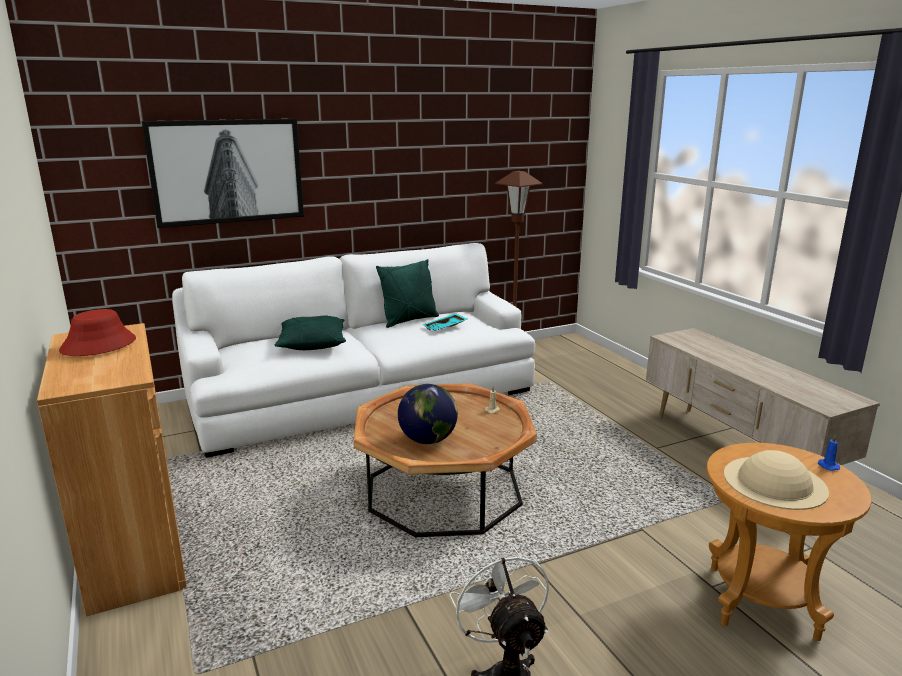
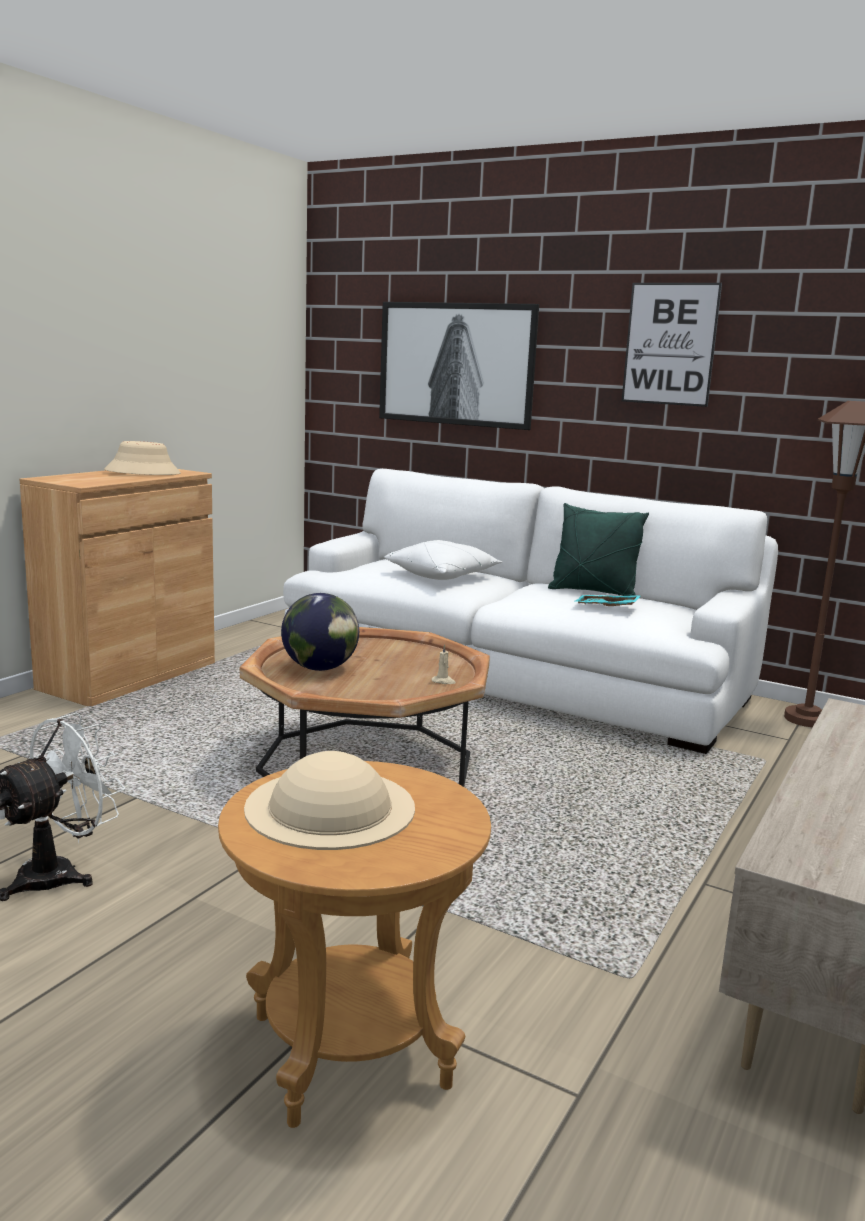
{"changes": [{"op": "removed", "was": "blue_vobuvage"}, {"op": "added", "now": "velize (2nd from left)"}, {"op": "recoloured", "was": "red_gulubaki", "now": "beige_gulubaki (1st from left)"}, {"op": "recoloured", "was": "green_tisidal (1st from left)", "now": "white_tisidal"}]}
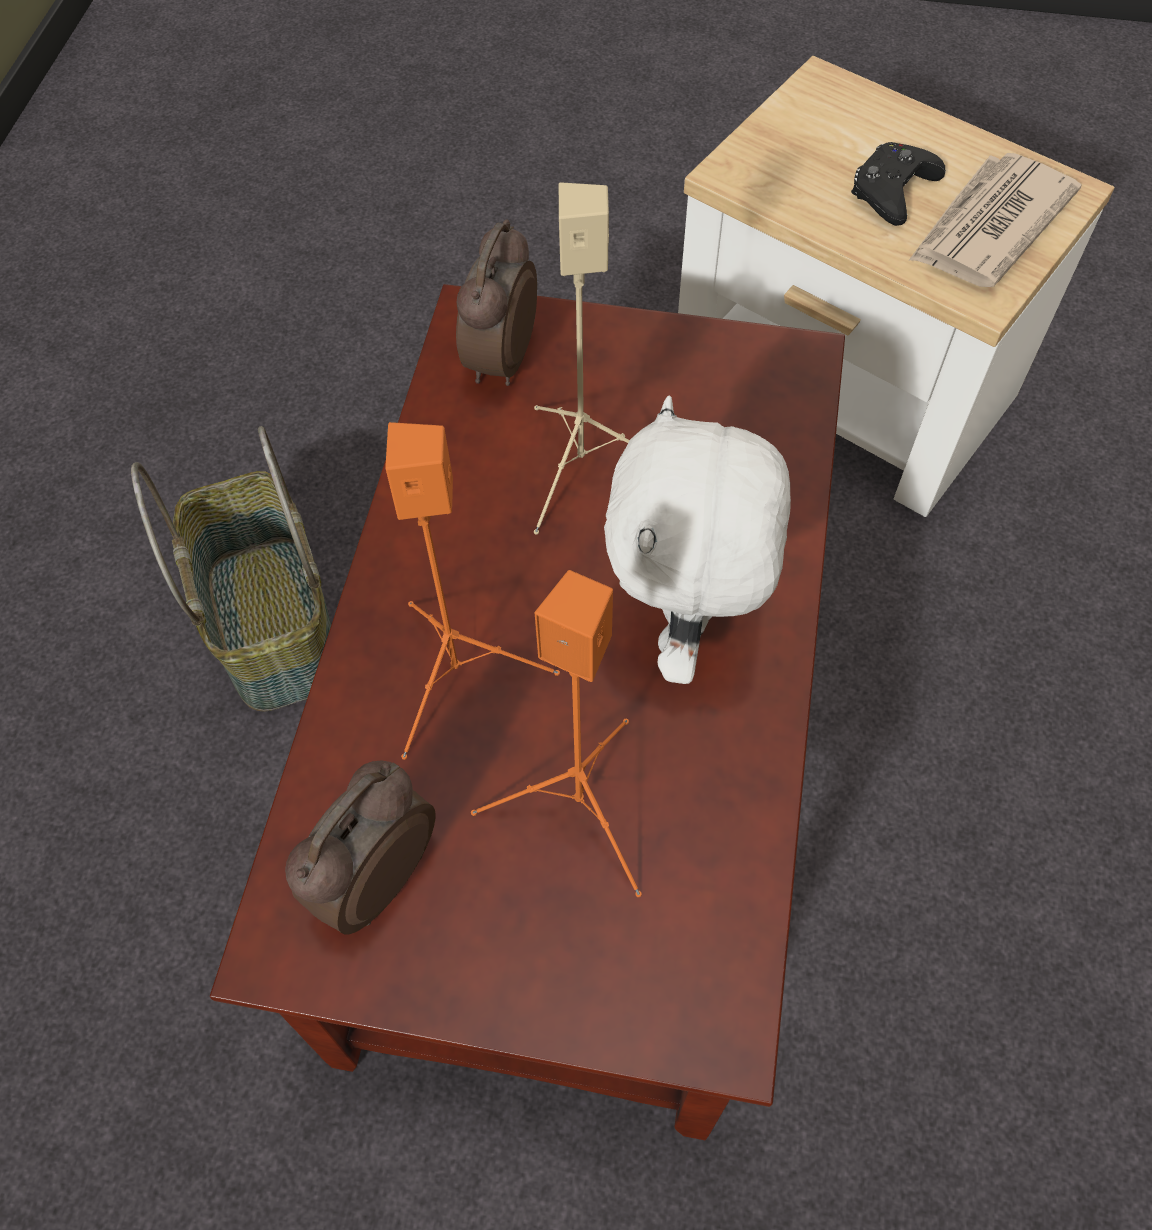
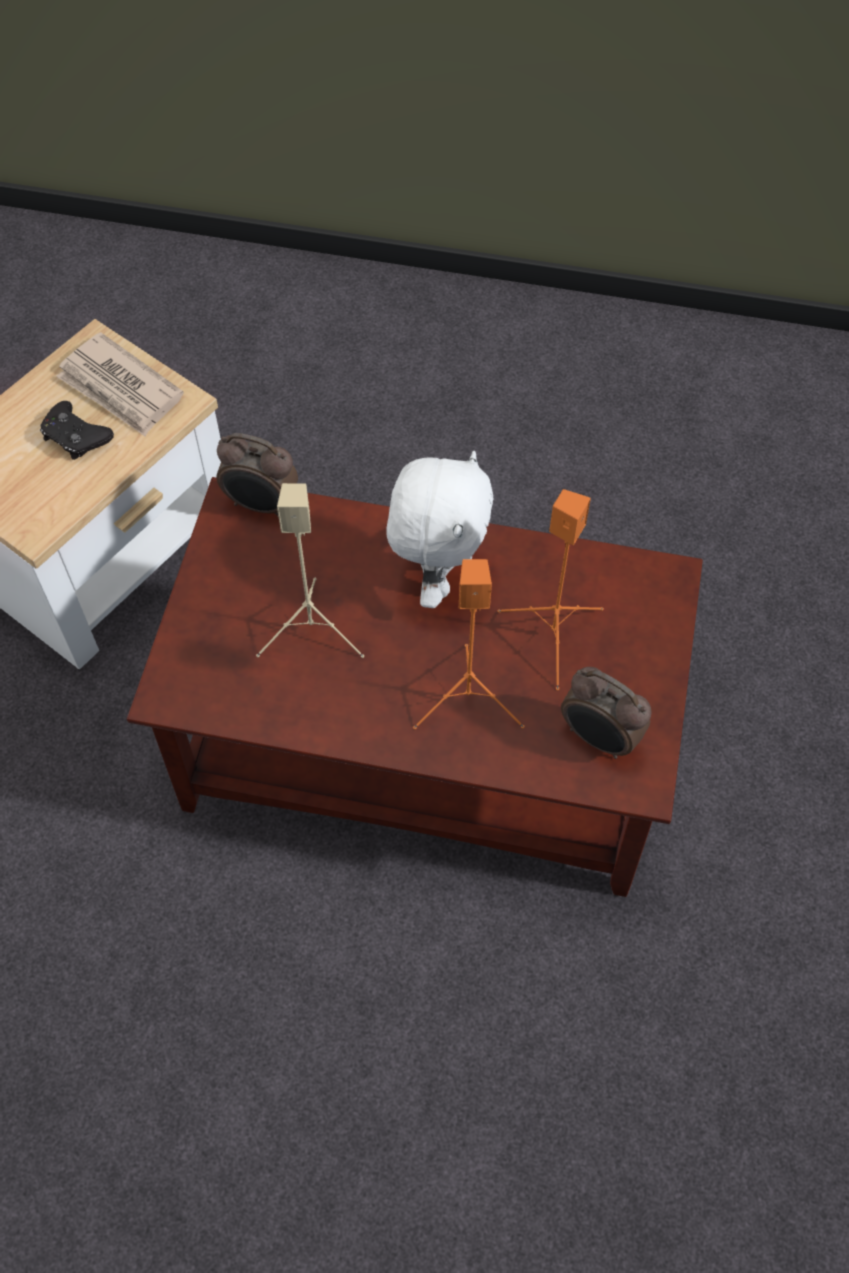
{"changes": [{"op": "removed", "was": "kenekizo"}, {"op": "moved", "was": "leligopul (2nd from left in the first image)", "now": "leligopul (1st from left)"}, {"op": "turned", "was": "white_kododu", "clockwise": -90}]}
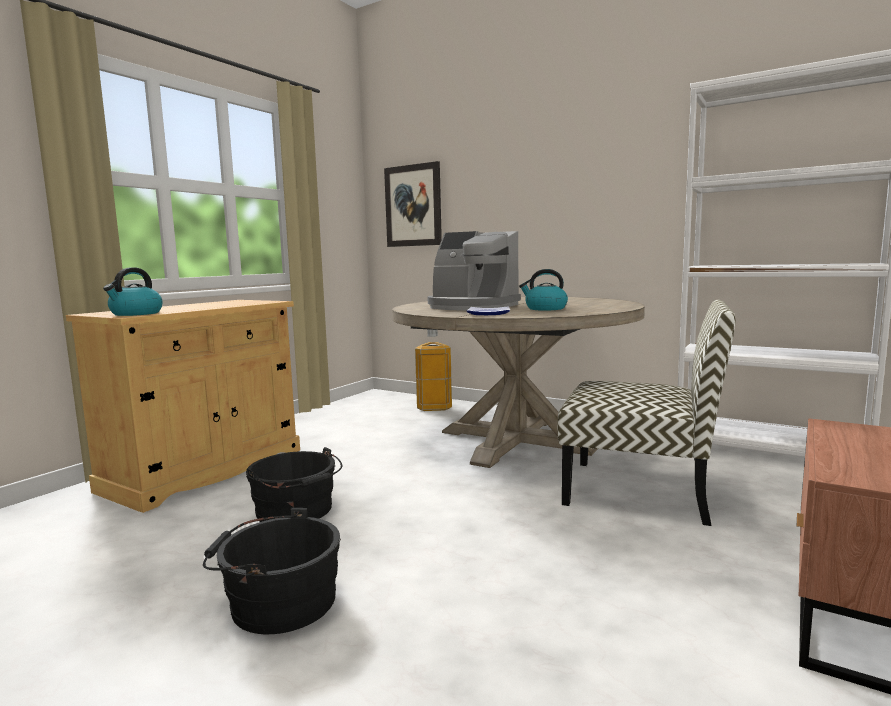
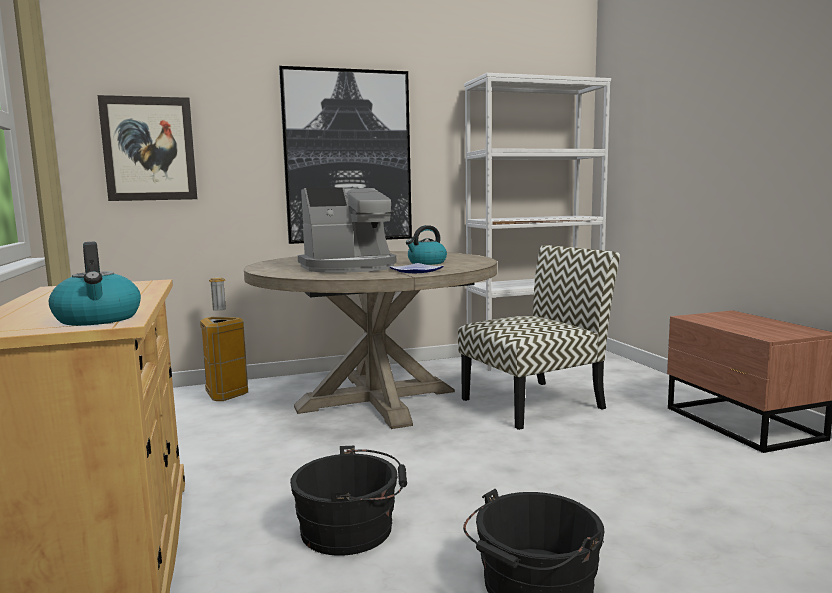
{"changes": [{"op": "added", "now": "velize (2nd from left)"}]}
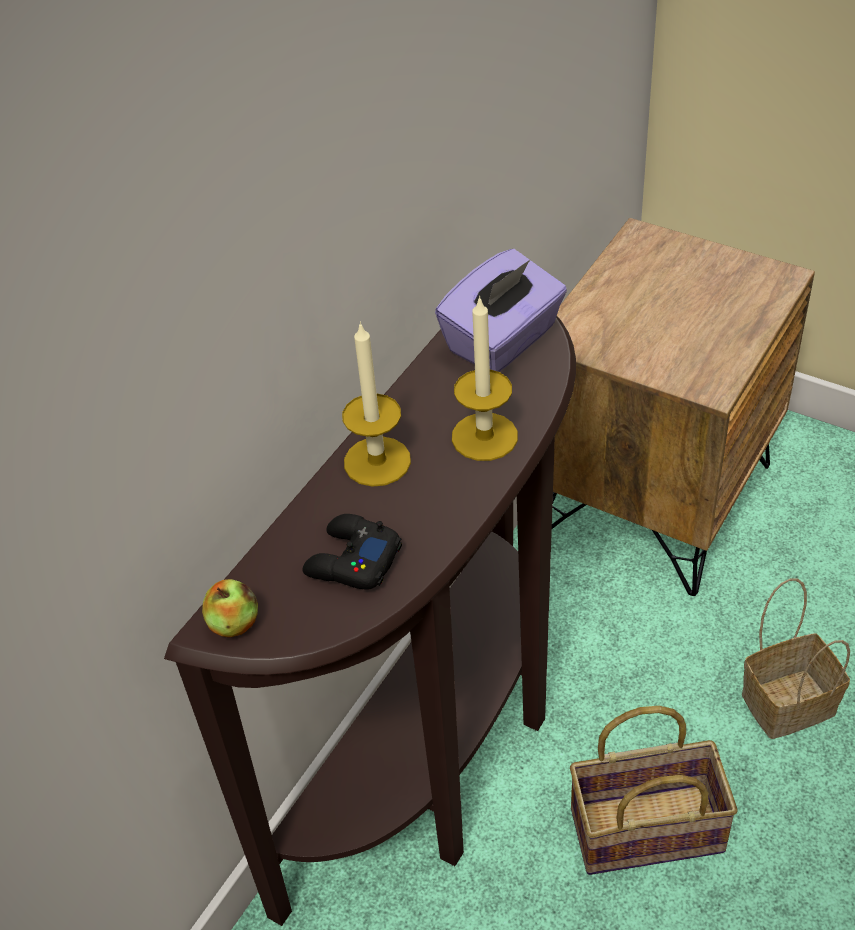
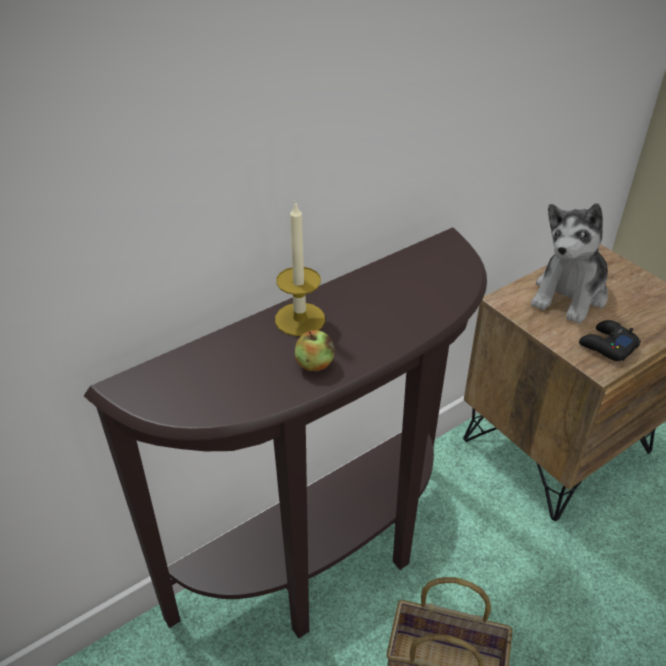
{"changes": [{"op": "removed", "was": "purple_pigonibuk"}, {"op": "removed", "was": "vobuvage (2nd from left)"}, {"op": "removed", "was": "kenekizo (2nd from left)"}, {"op": "added", "now": "kododu"}, {"op": "moved", "was": "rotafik"}, {"op": "moved", "was": "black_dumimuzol"}]}
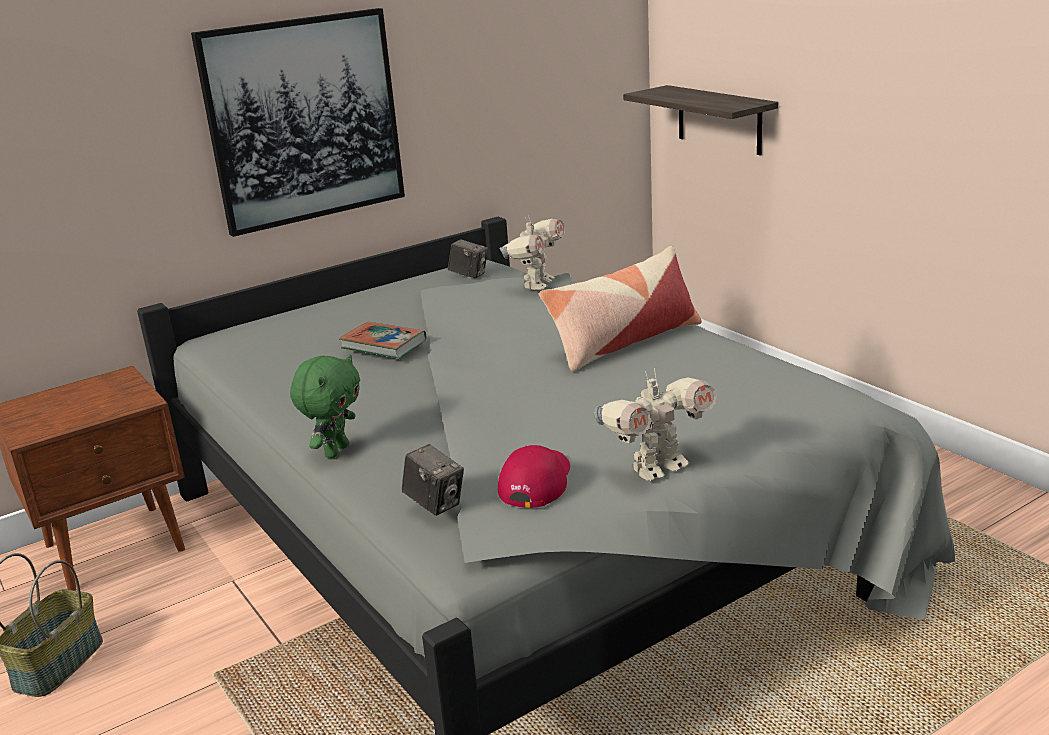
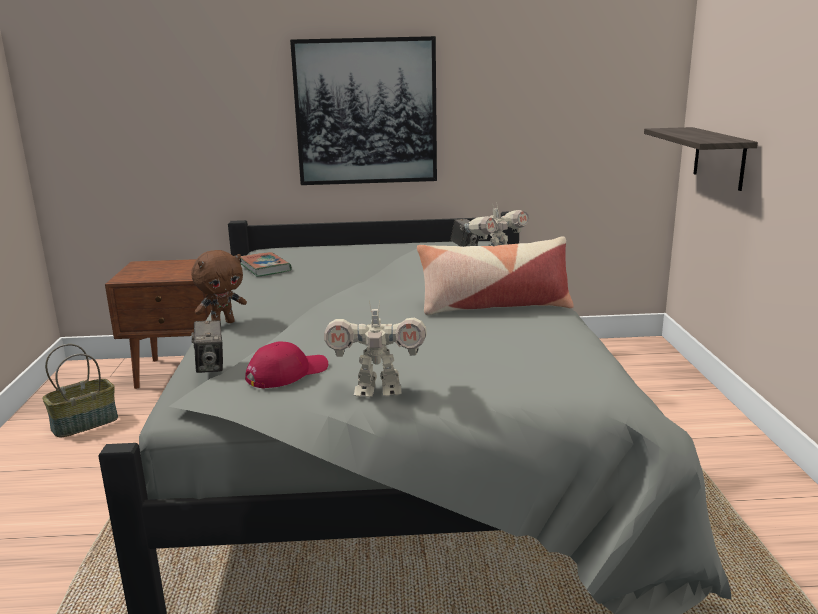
{"changes": [{"op": "moved", "was": "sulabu"}, {"op": "recoloured", "was": "green_kododu", "now": "brown_kododu"}]}
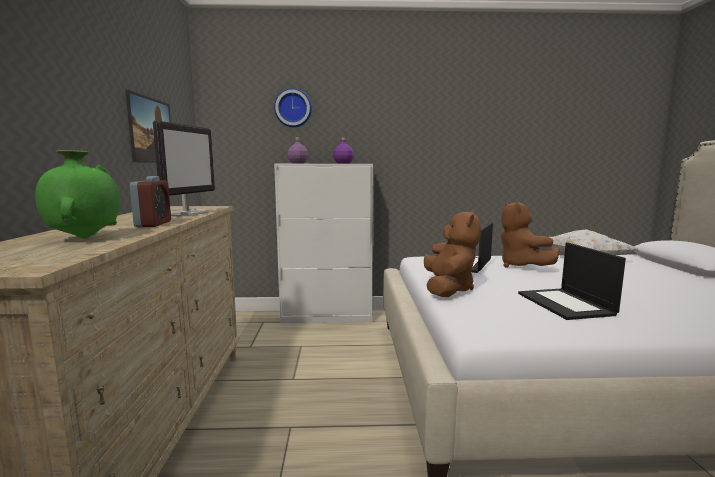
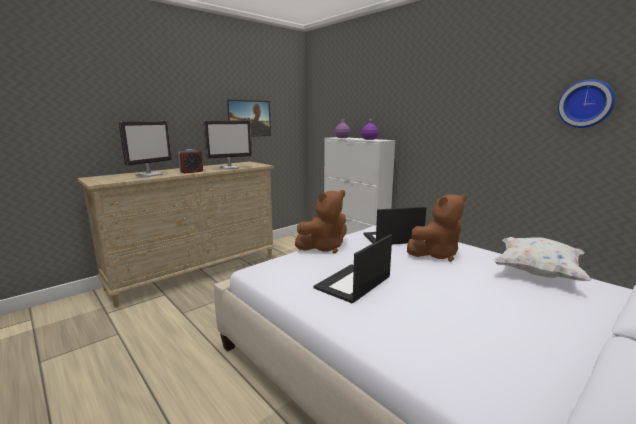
{"changes": [{"op": "moved", "was": "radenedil"}, {"op": "replaced", "was": "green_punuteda", "now": "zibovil (1st from left)"}, {"op": "turned", "was": "brown_kododu (2nd from left)", "clockwise": -150}]}
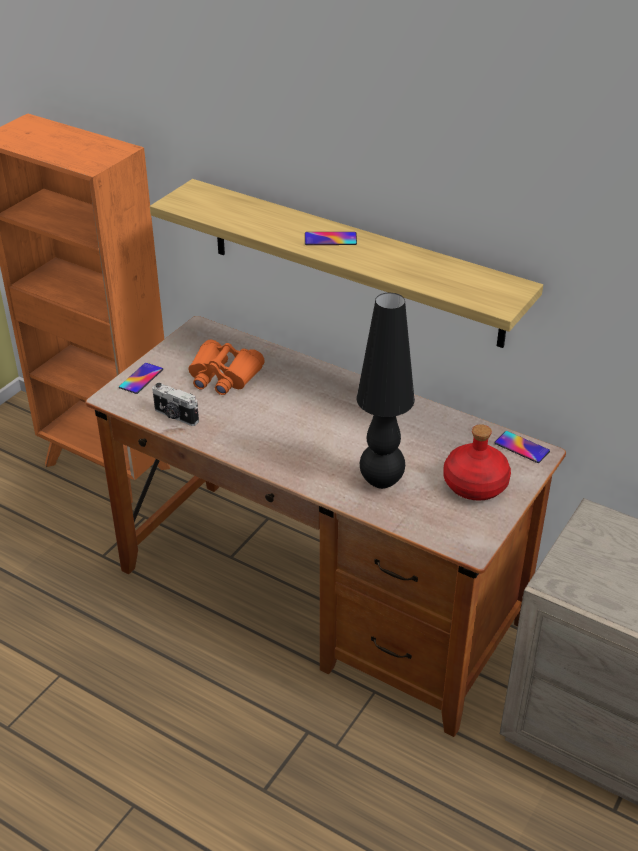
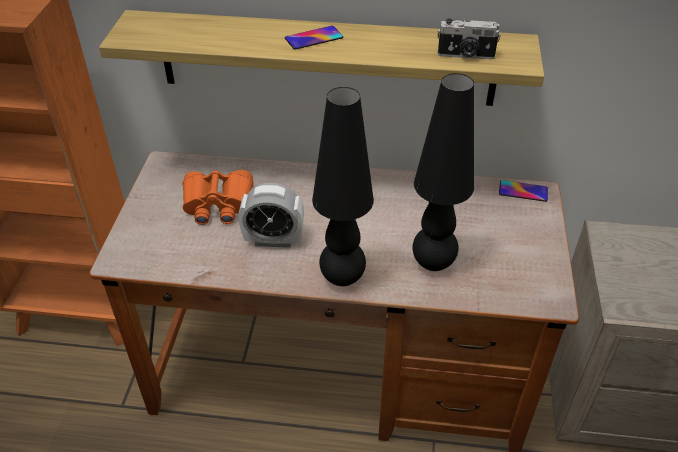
{"changes": [{"op": "removed", "was": "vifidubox (1st from left)"}, {"op": "removed", "was": "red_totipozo"}, {"op": "added", "now": "leligopul"}, {"op": "added", "now": "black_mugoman (1st from left)"}, {"op": "moved", "was": "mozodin"}]}
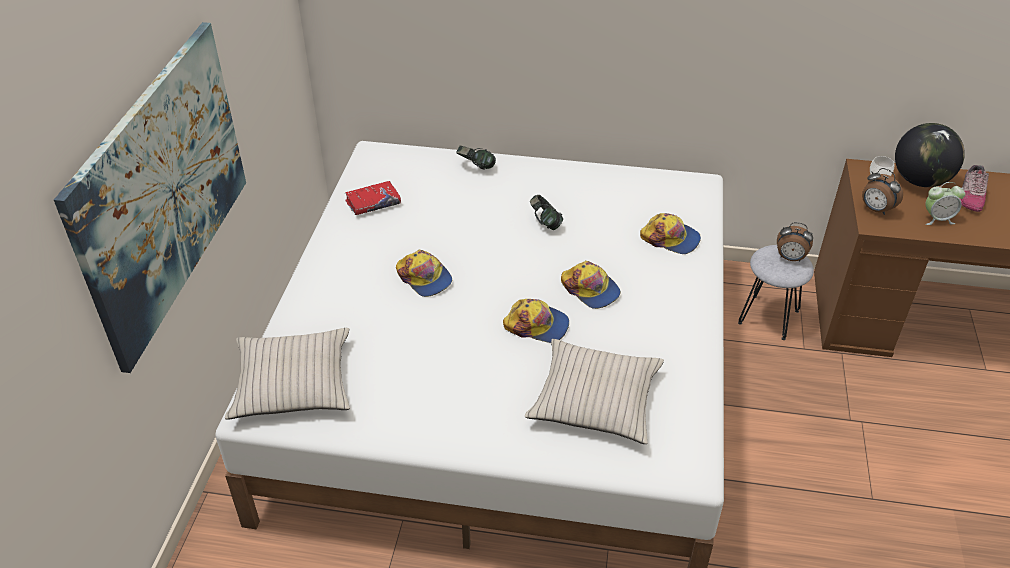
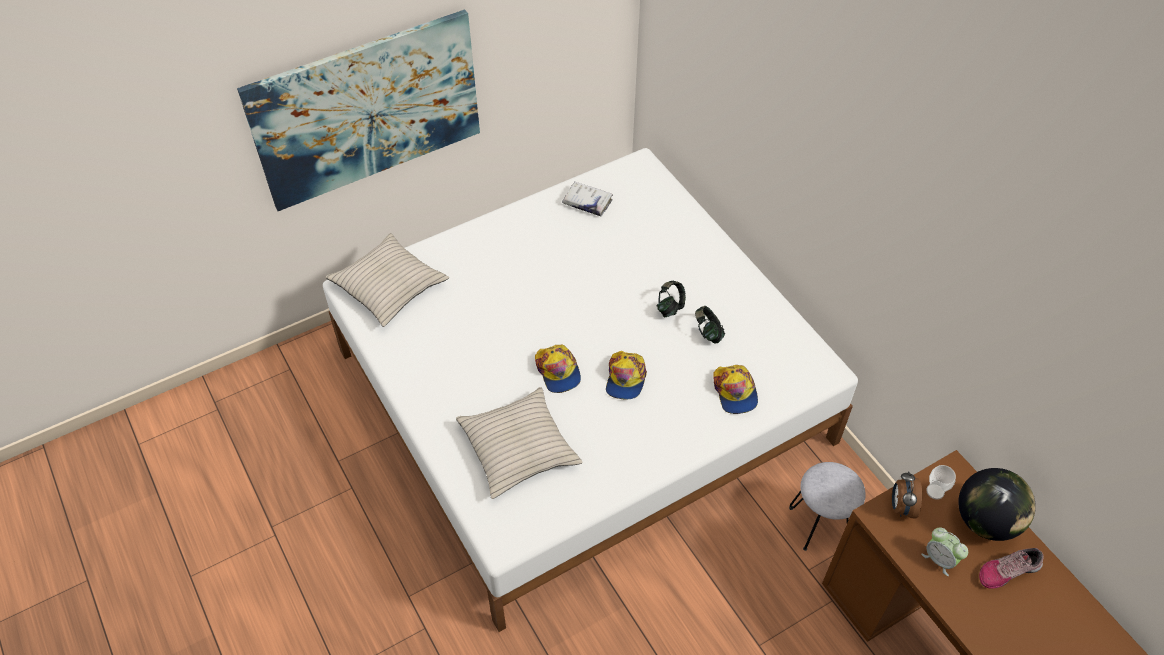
{"changes": [{"op": "removed", "was": "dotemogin (1st from left)"}, {"op": "removed", "was": "leligopul (1st from left)"}, {"op": "moved", "was": "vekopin (1st from left in the first image)", "now": "vekopin (2nd from left)"}, {"op": "recoloured", "was": "red_sulabu", "now": "white_sulabu"}]}
